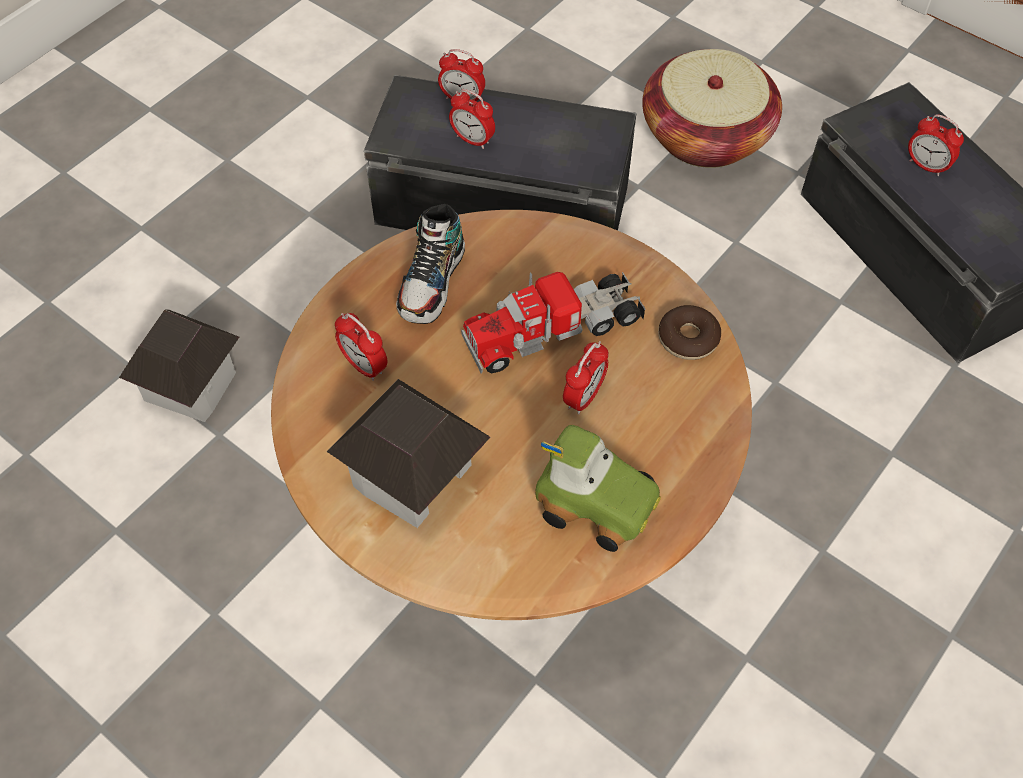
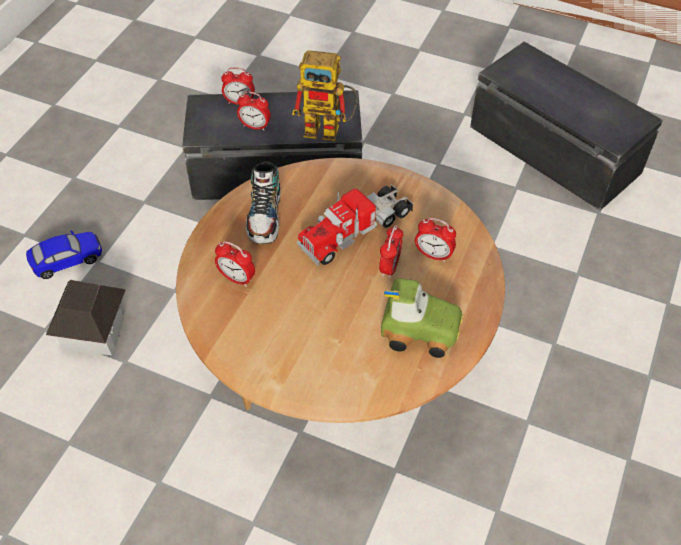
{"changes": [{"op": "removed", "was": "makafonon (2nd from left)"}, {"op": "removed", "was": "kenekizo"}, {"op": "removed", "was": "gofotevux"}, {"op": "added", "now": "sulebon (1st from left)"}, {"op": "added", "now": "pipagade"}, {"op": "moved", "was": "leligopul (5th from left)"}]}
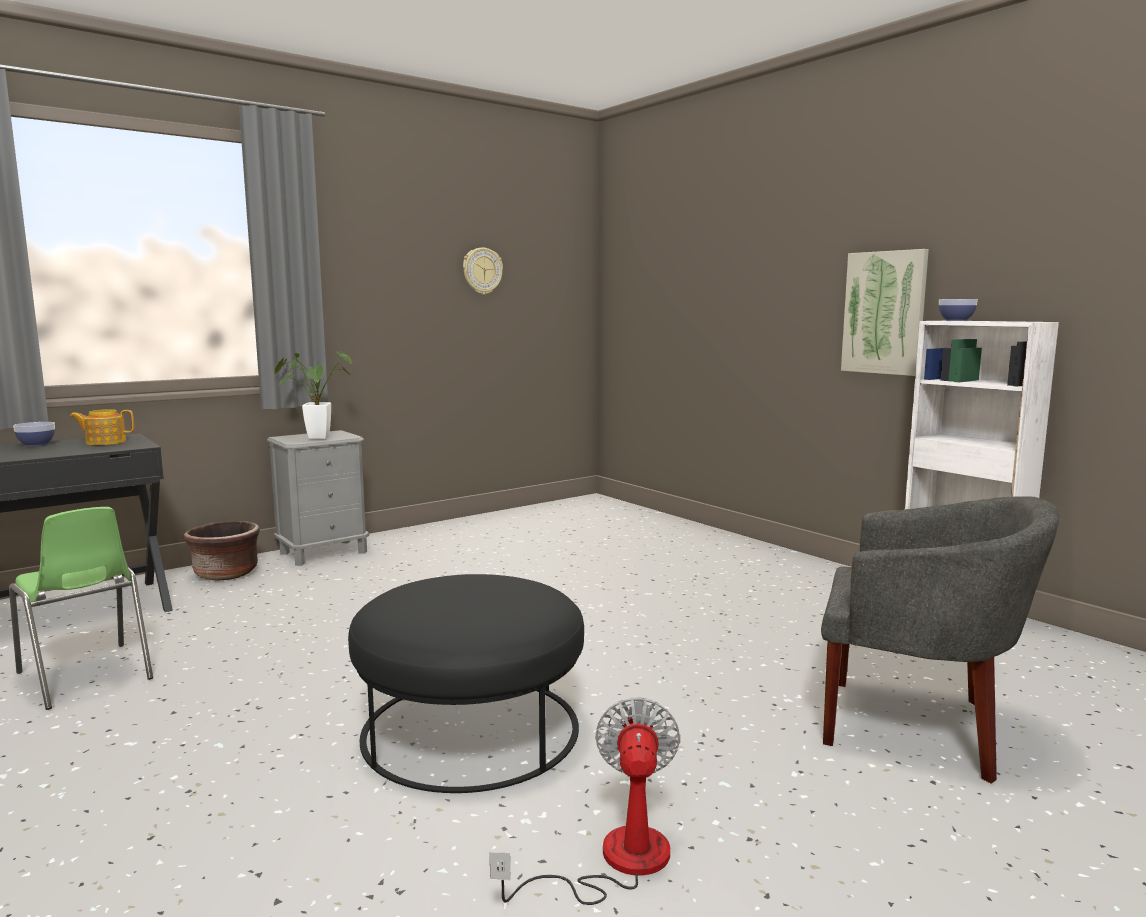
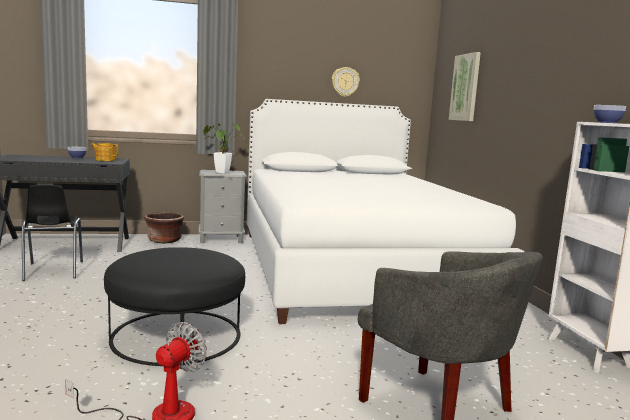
{"changes": [{"op": "added", "now": "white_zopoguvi"}, {"op": "moved", "was": "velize"}, {"op": "recoloured", "was": "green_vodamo", "now": "black_vodamo"}]}
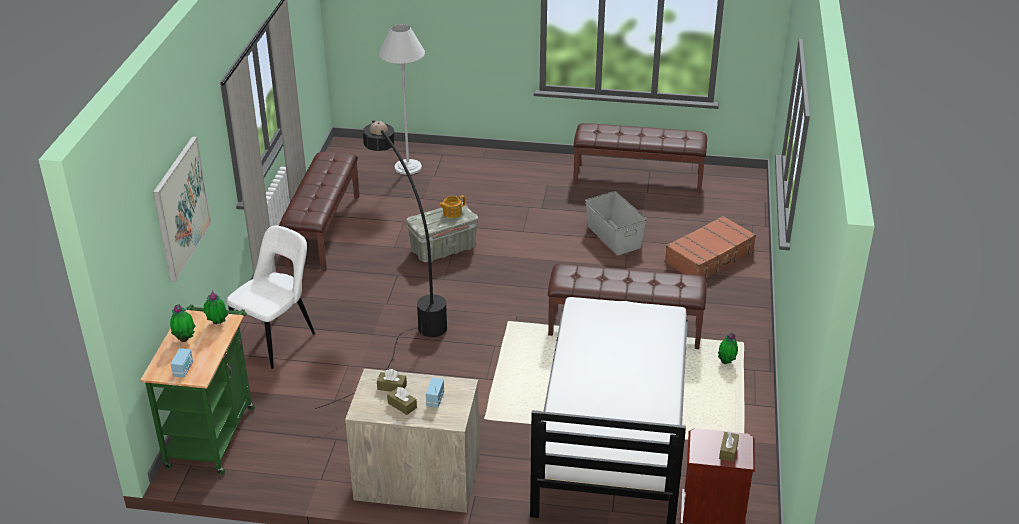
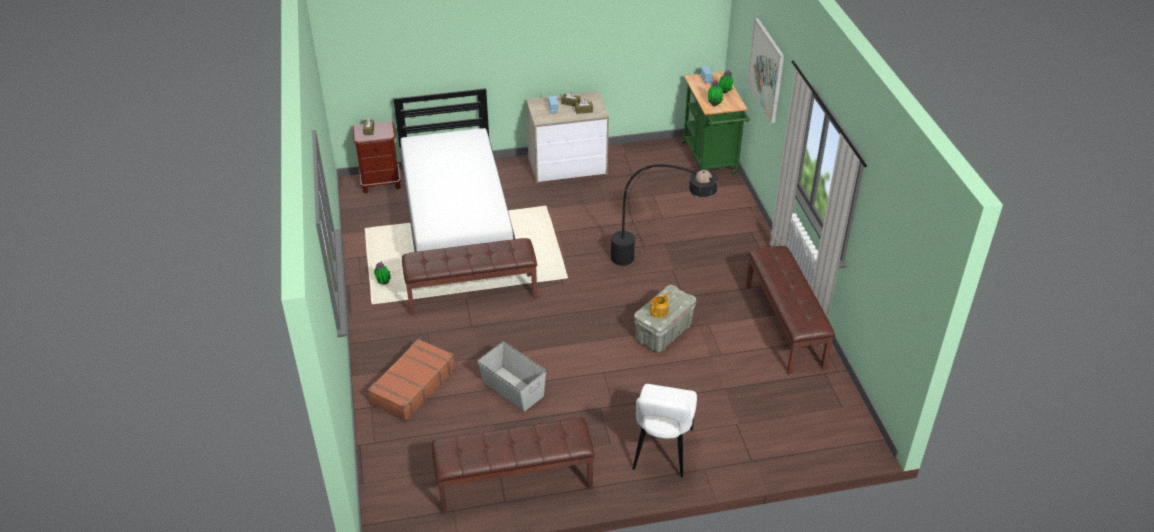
{"changes": [{"op": "removed", "was": "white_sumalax"}, {"op": "moved", "was": "white_vodamo"}]}
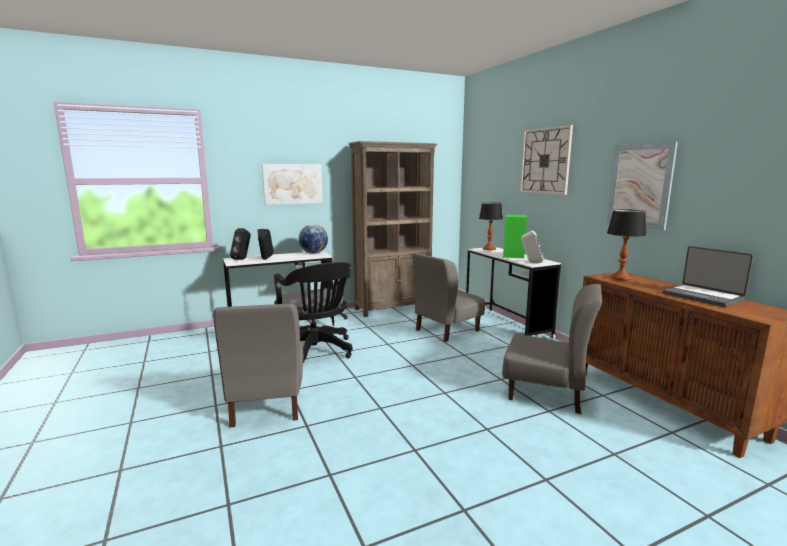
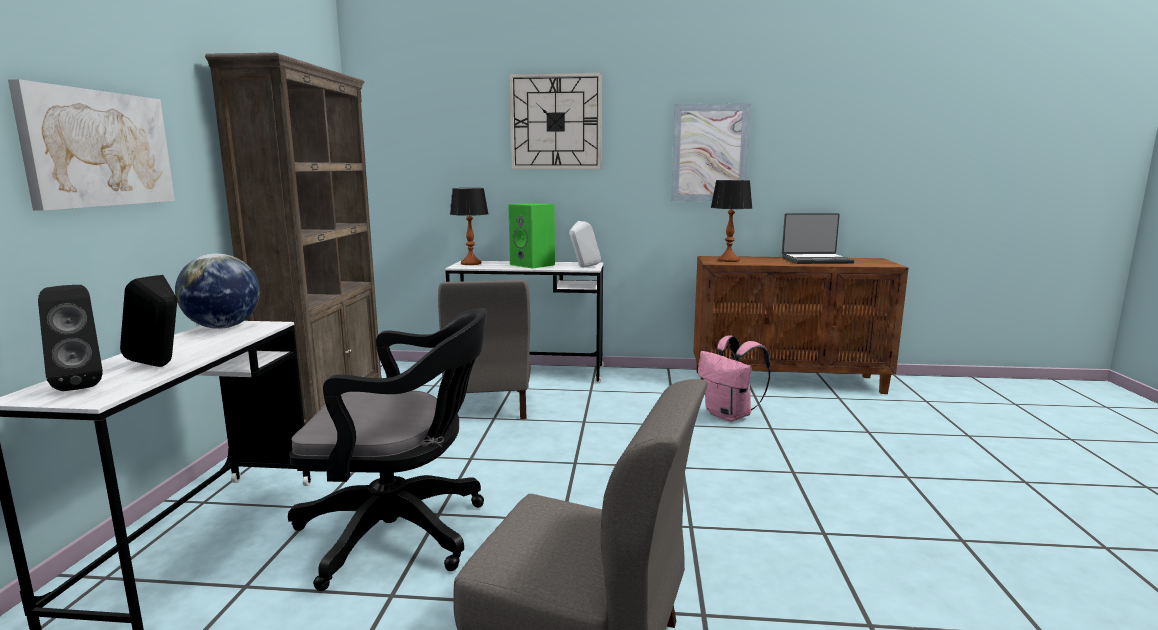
{"changes": [{"op": "replaced", "was": "grey_vodamo (3rd from left)", "now": "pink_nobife"}]}
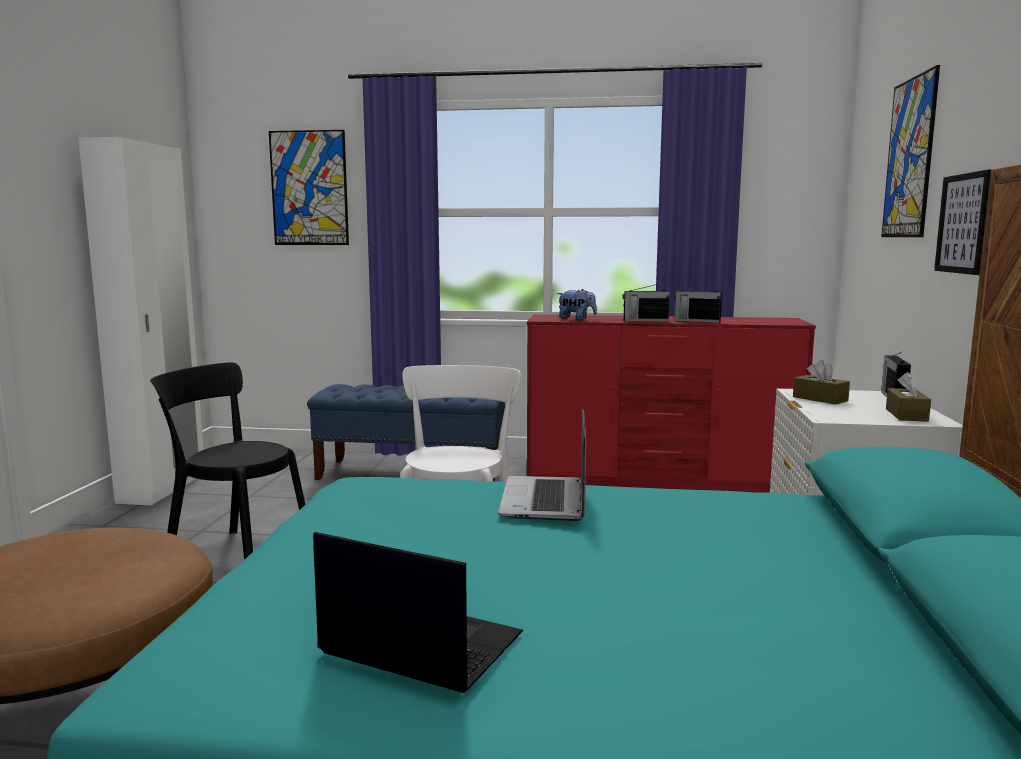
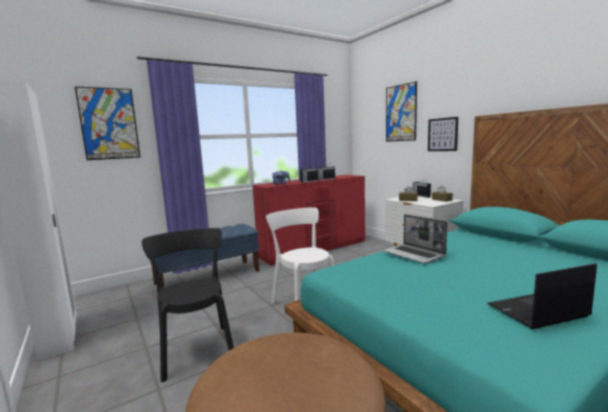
{"changes": [{"op": "turned", "was": "black_vodamo", "clockwise": 90}]}
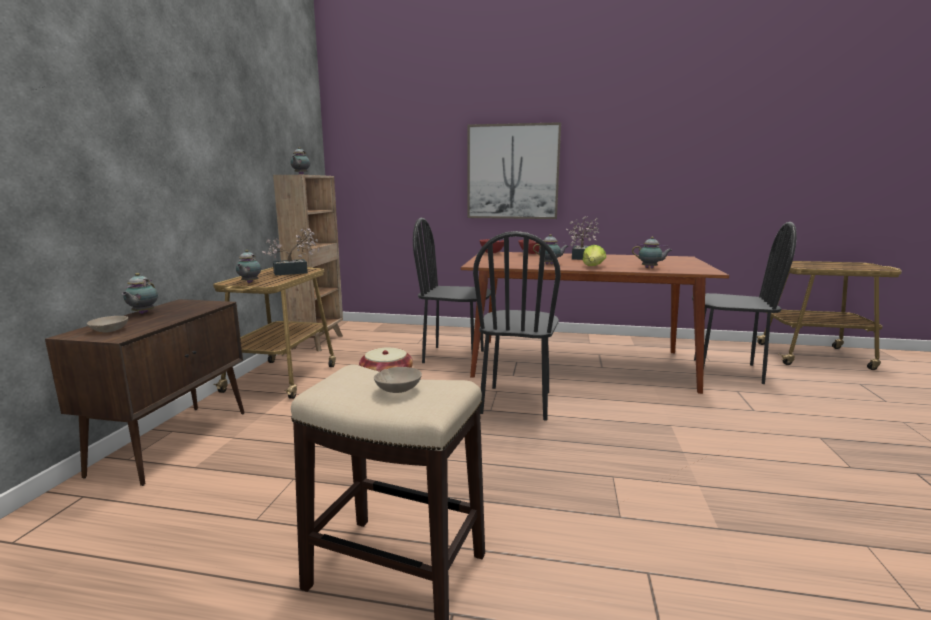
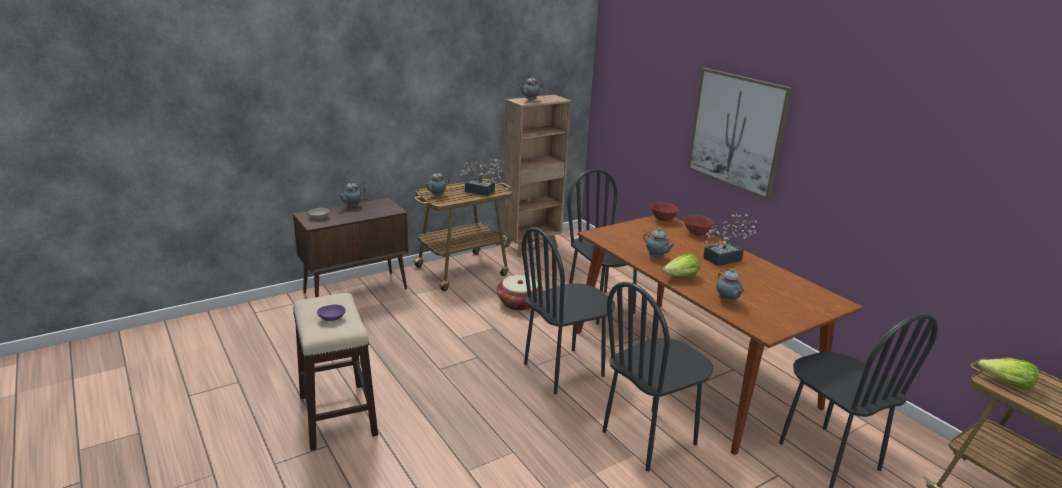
{"changes": [{"op": "added", "now": "black_vodamo (3rd from left)"}, {"op": "added", "now": "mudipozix (2nd from left)"}, {"op": "recoloured", "was": "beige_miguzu (2nd from left)", "now": "purple_miguzu"}]}
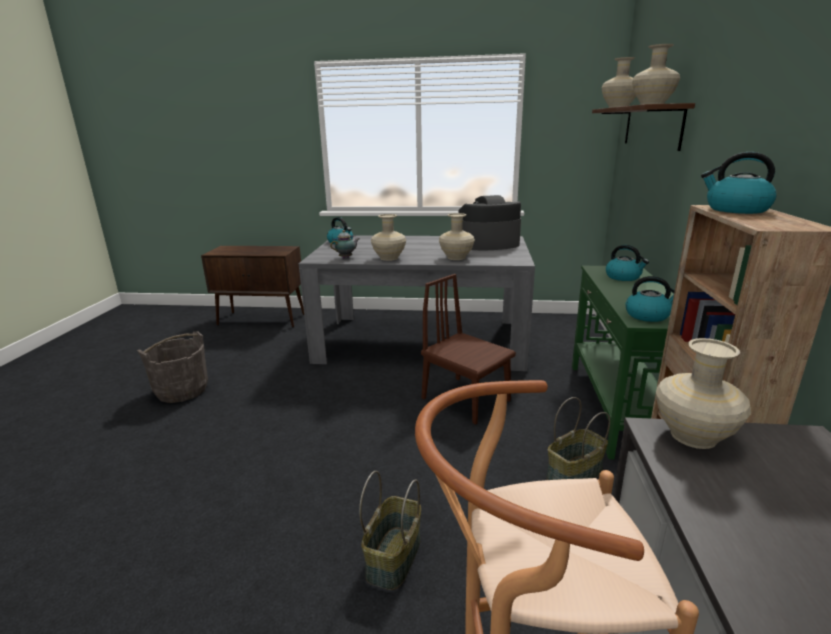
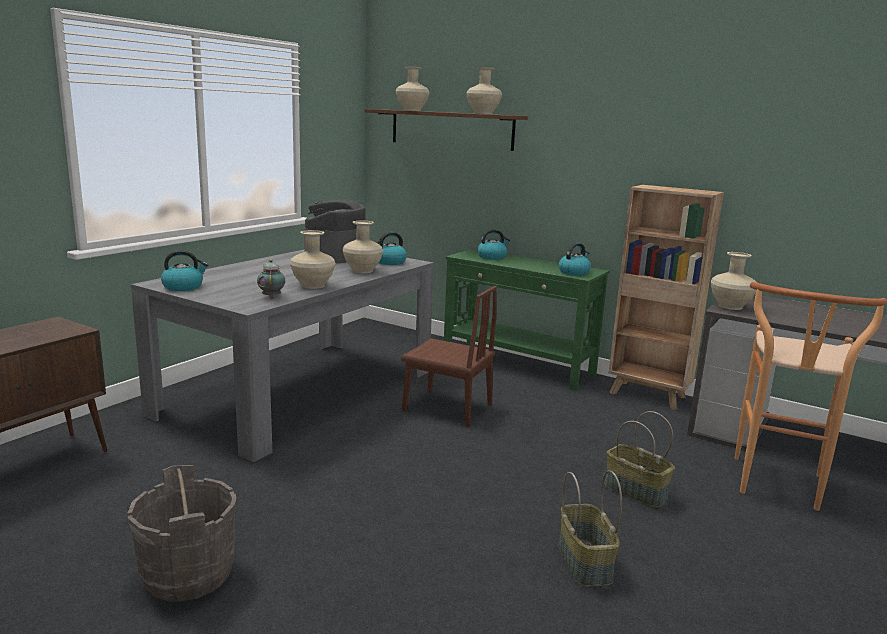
{"changes": [{"op": "moved", "was": "kenekizo (2nd from left in the first image)", "now": "kenekizo (1st from left)"}, {"op": "moved", "was": "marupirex (4th from left in the first image)", "now": "marupirex (2nd from left)"}, {"op": "turned", "was": "brown_vodamo", "clockwise": -135}]}
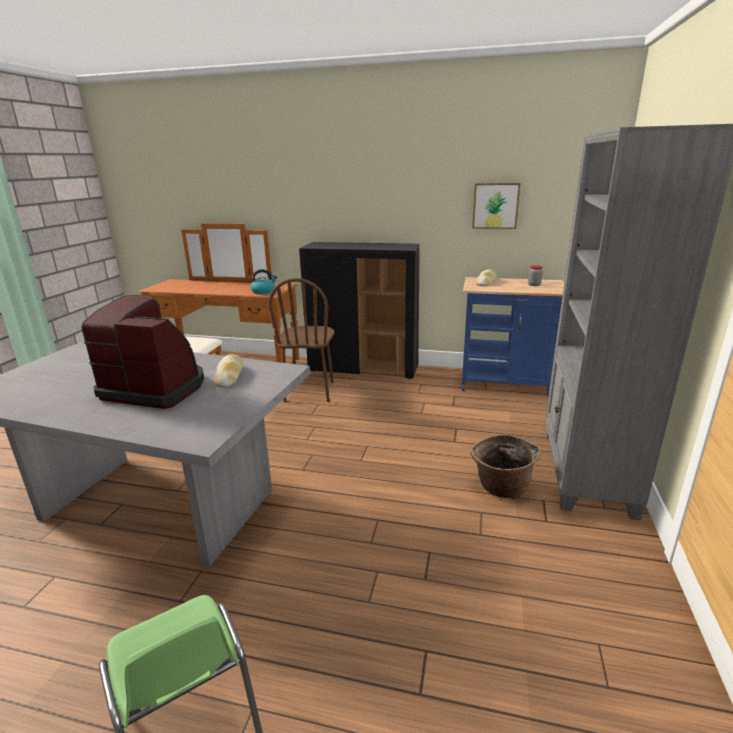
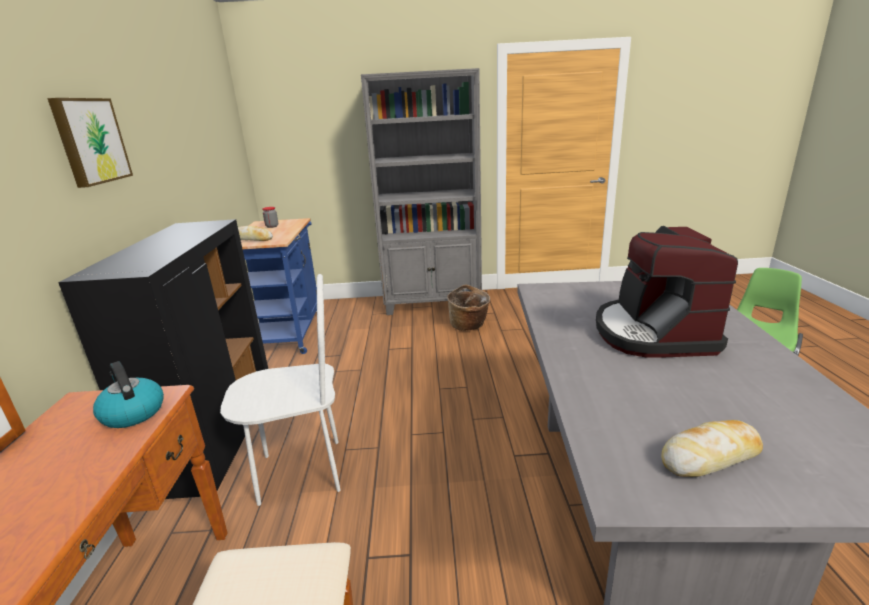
{"changes": [{"op": "moved", "was": "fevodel (1st from left in the first image)", "now": "fevodel (2nd from left)"}, {"op": "moved", "was": "velize"}, {"op": "recoloured", "was": "brown_vodamo", "now": "white_vodamo"}]}
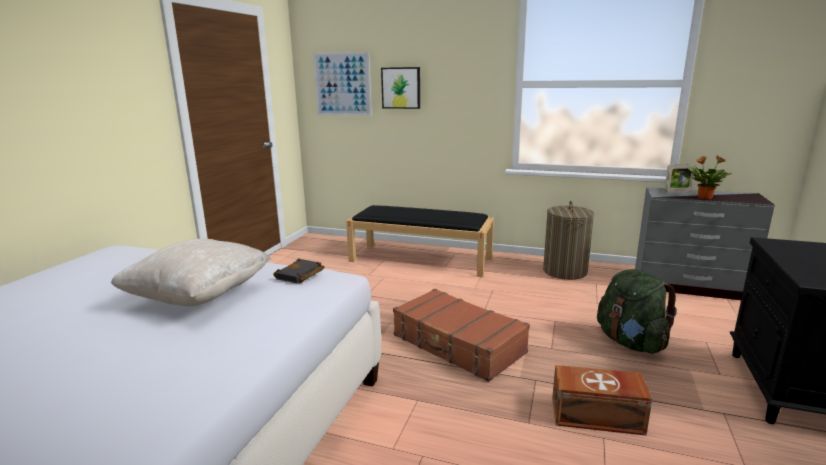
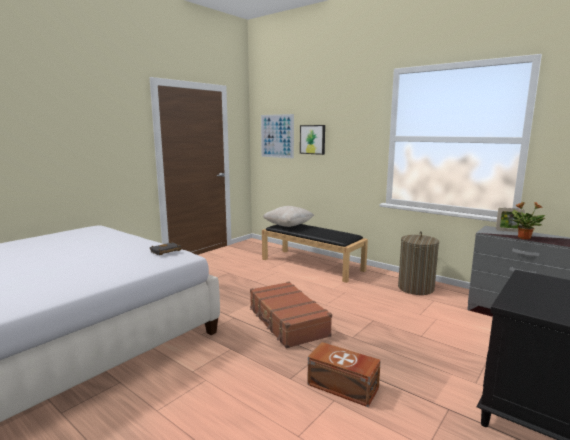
{"changes": [{"op": "removed", "was": "green_nobife"}, {"op": "moved", "was": "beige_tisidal"}]}
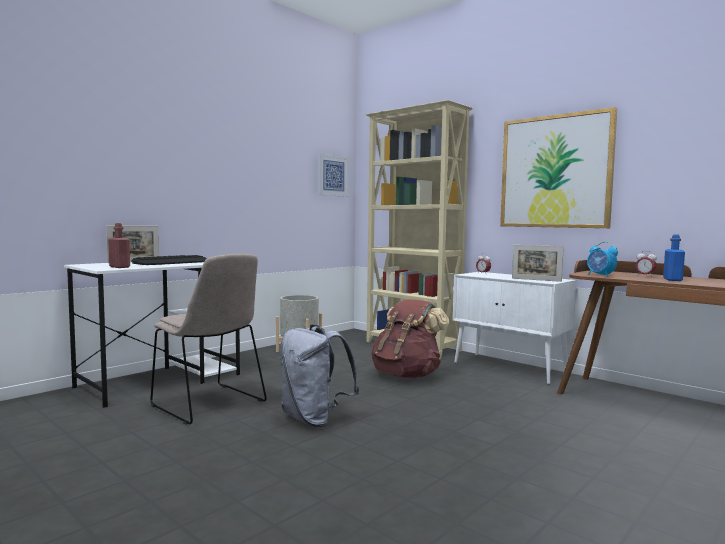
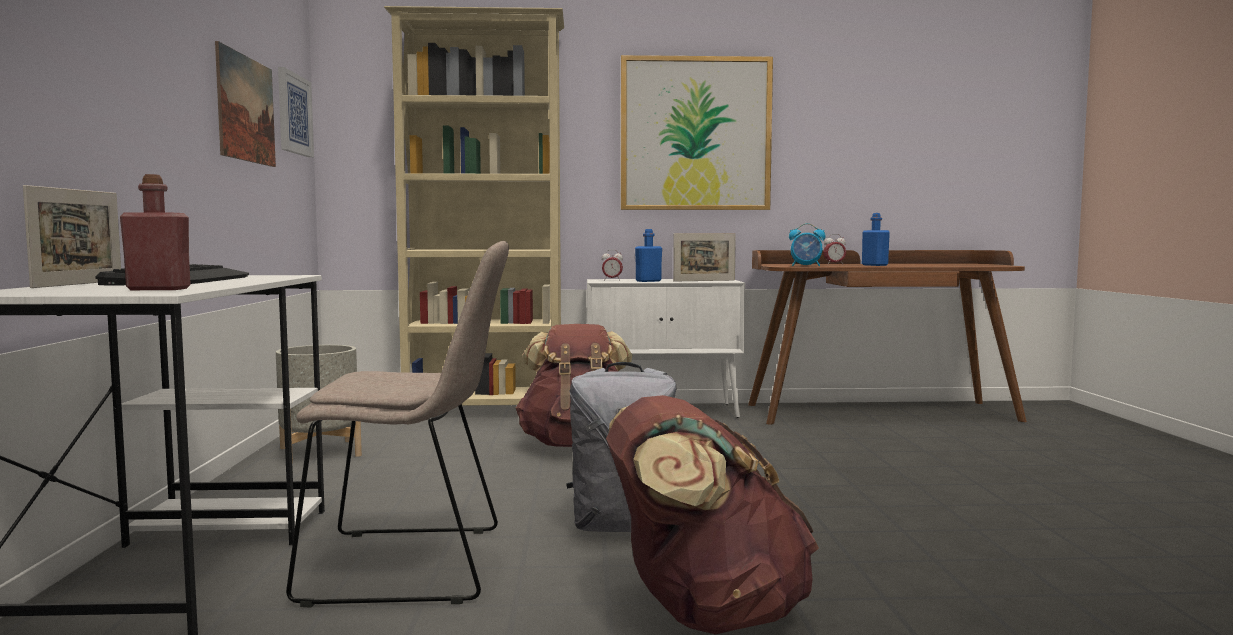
{"changes": [{"op": "added", "now": "velize (1st from left)"}, {"op": "added", "now": "brown_nobife (2nd from left)"}, {"op": "added", "now": "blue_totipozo (1st from left)"}]}
